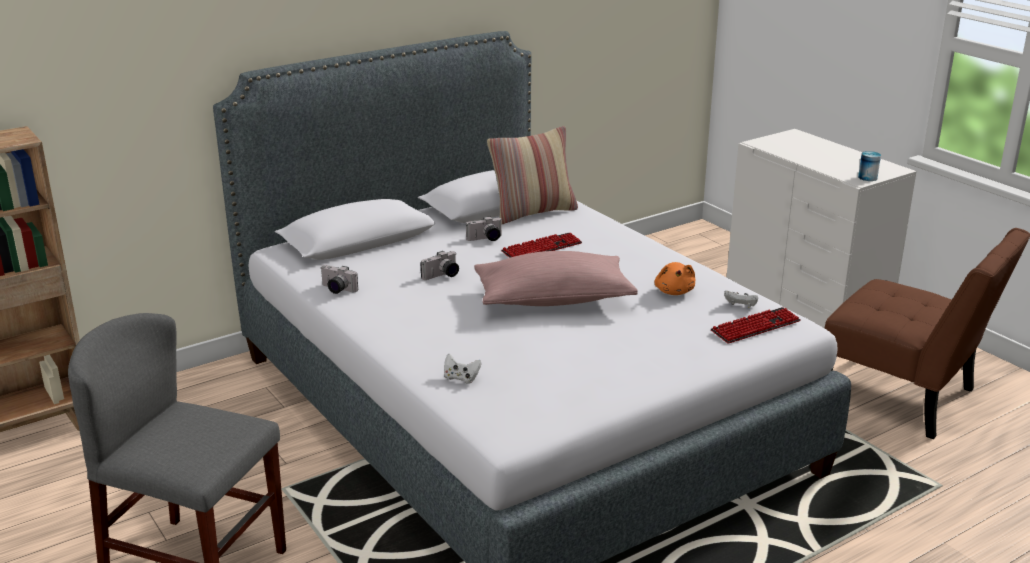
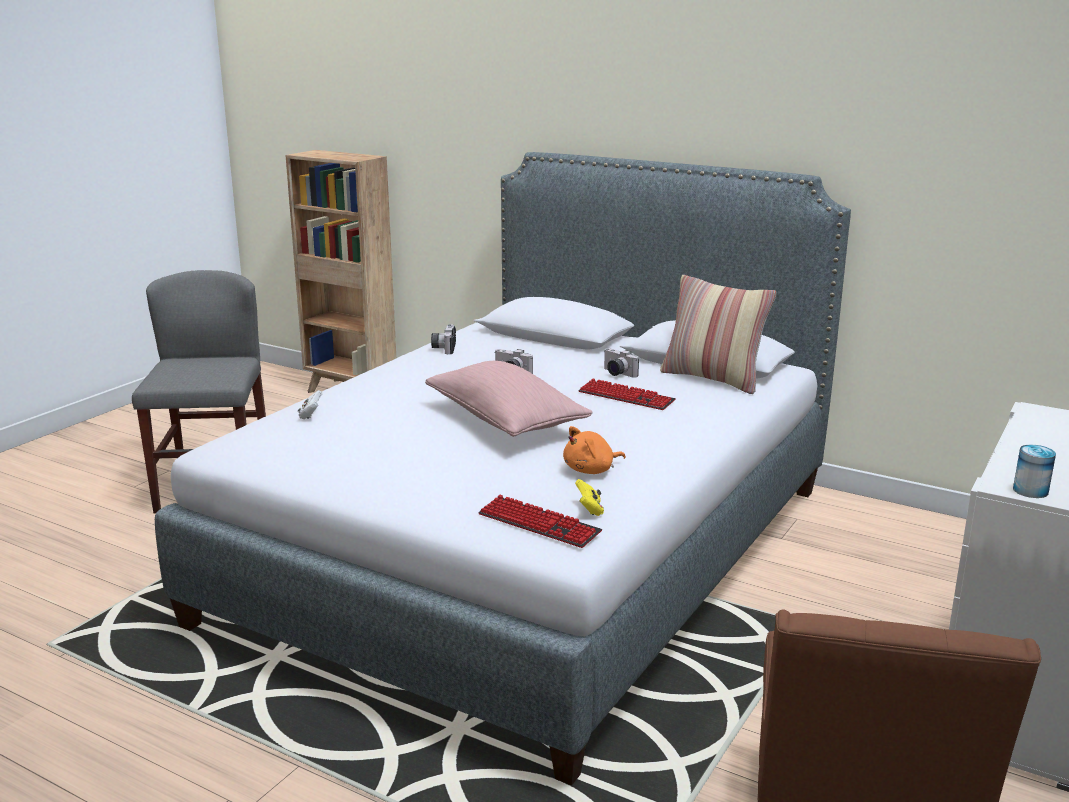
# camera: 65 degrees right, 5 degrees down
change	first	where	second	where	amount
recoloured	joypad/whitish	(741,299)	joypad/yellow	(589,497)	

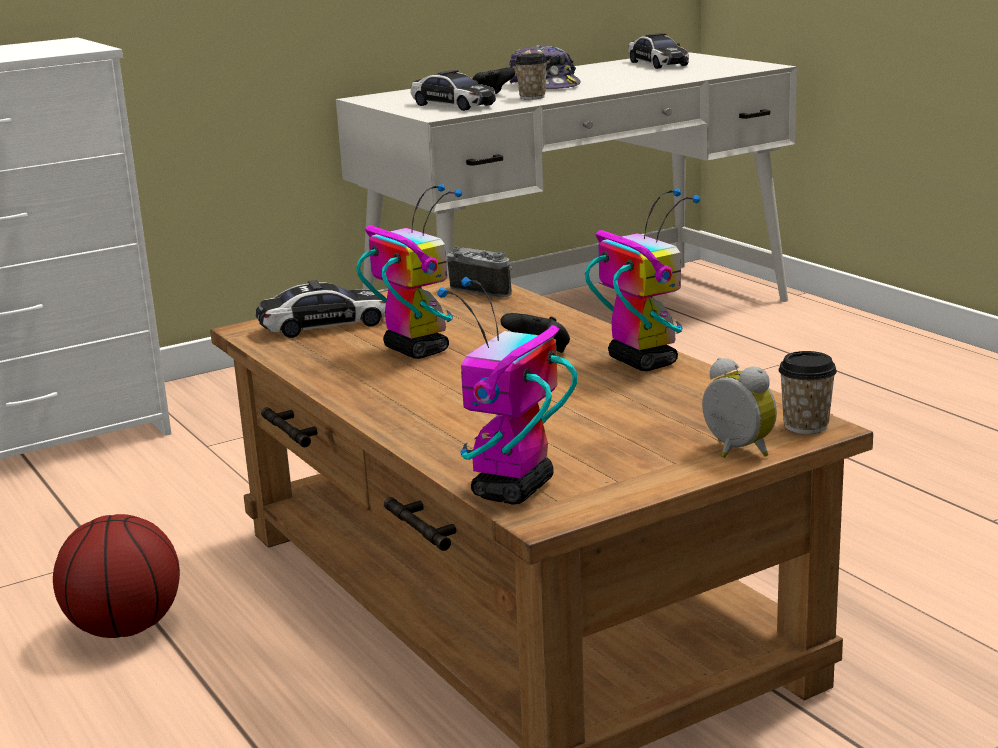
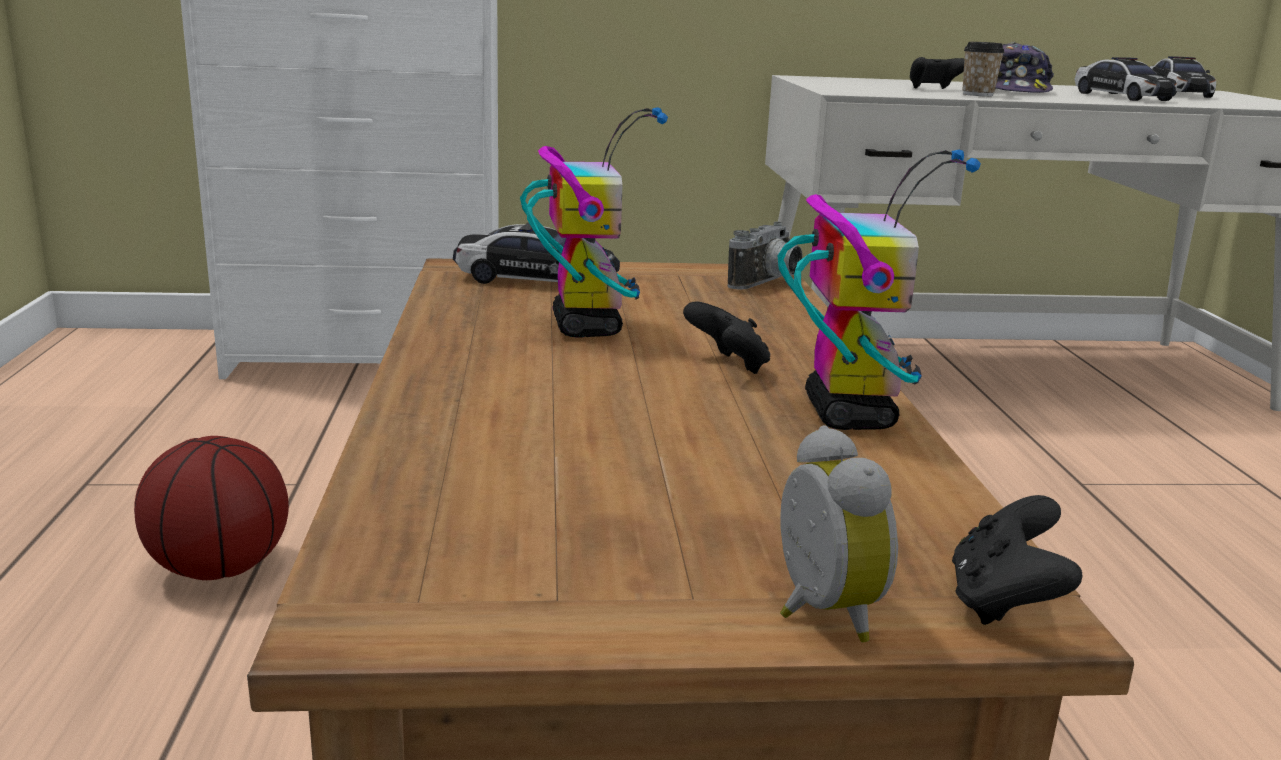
# camera: 25 degrees right, 0 degrees up
change	first	where	second	where	amount
removed	model robot	(507,391)			
moved	miniature car	(453,90)		(1125,79)	
replaced	cup	(807,392)	joypad/black	(1017,560)	
turned	photo camera	(480,272)		(765,256)	60 degrees clockwise

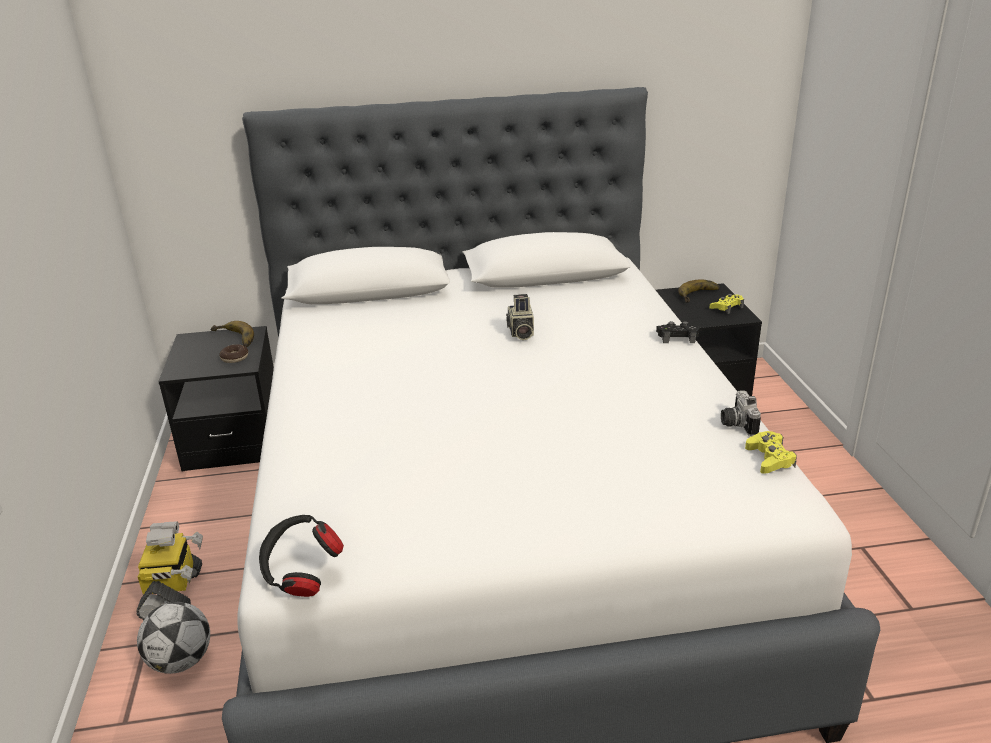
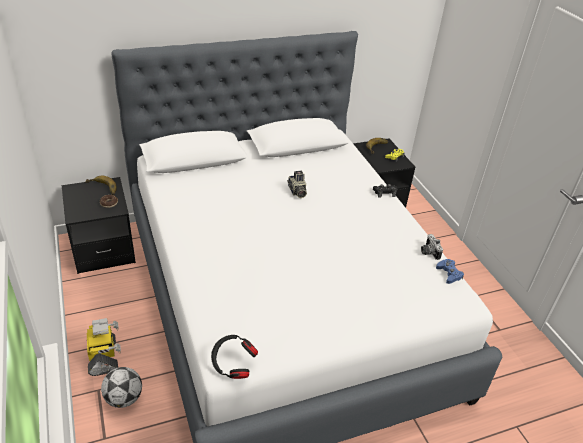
# camera: 15 degrees left, 10 degrees up
change	first	where	second	where	amount
recoloured	joypad/yellow	(771,452)	joypad/bluish	(450,271)	

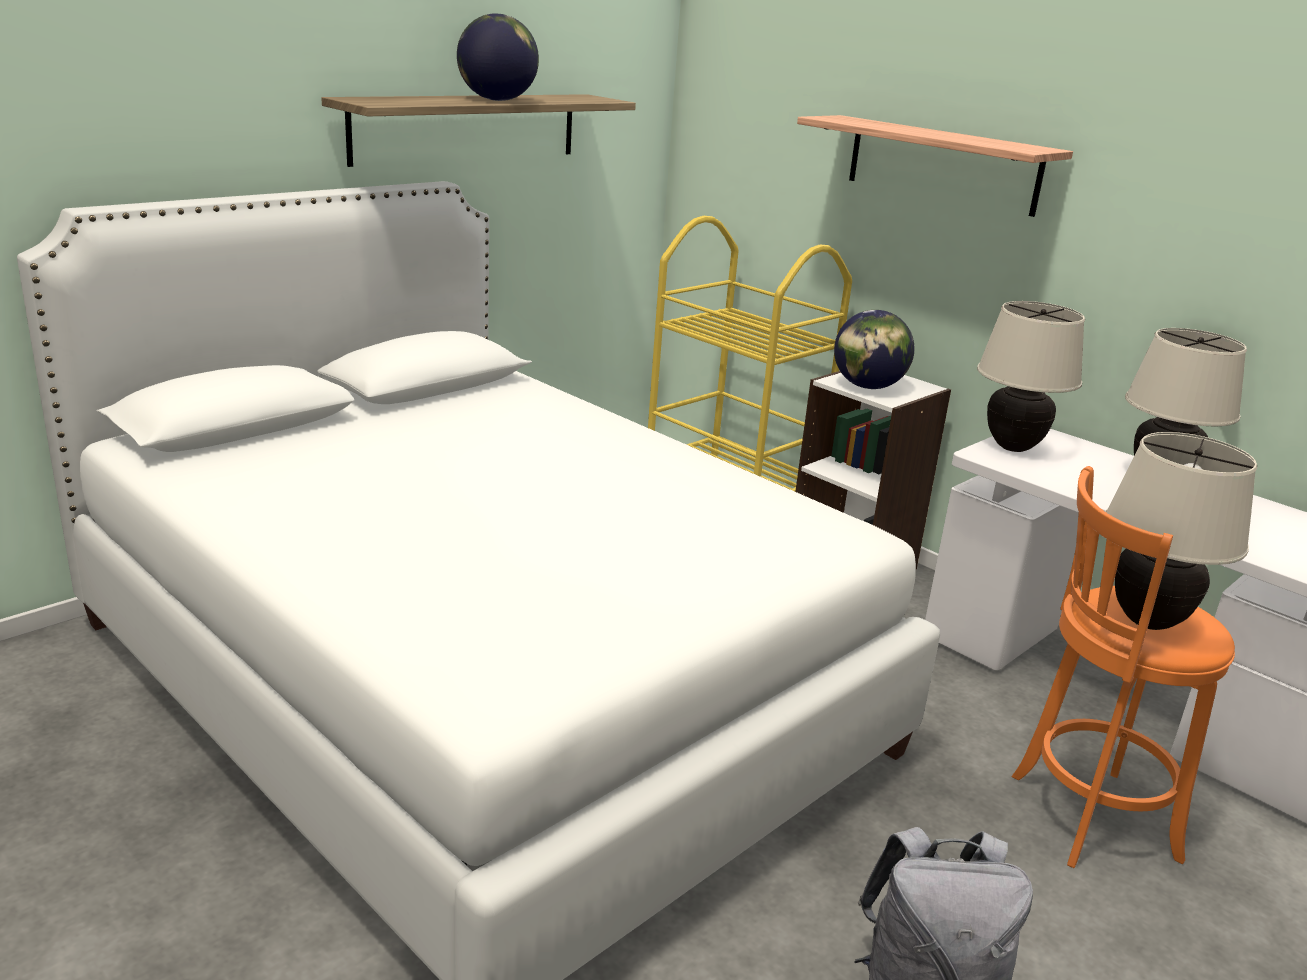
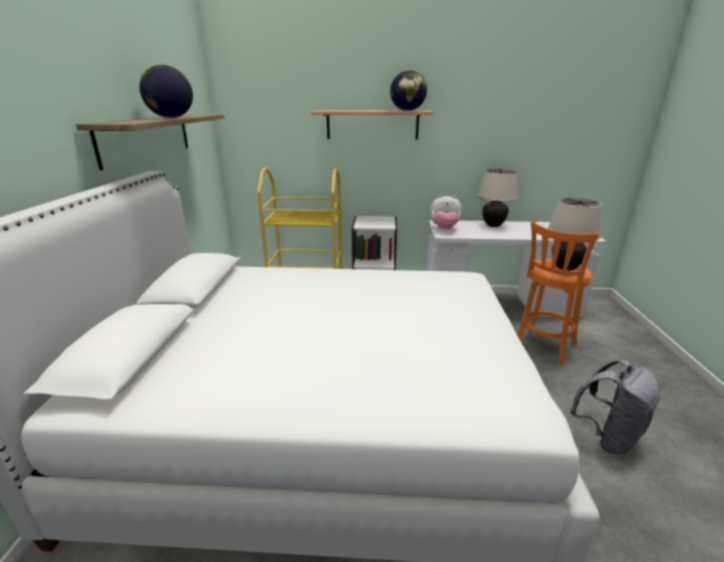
# camera: 40 degrees left, 0 degrees up
change	first	where	second	where	amount
moved	world globe	(874,349)		(408,90)	
replaced	table lamp/sand-coloured	(1031,376)	soft toy	(446,212)	

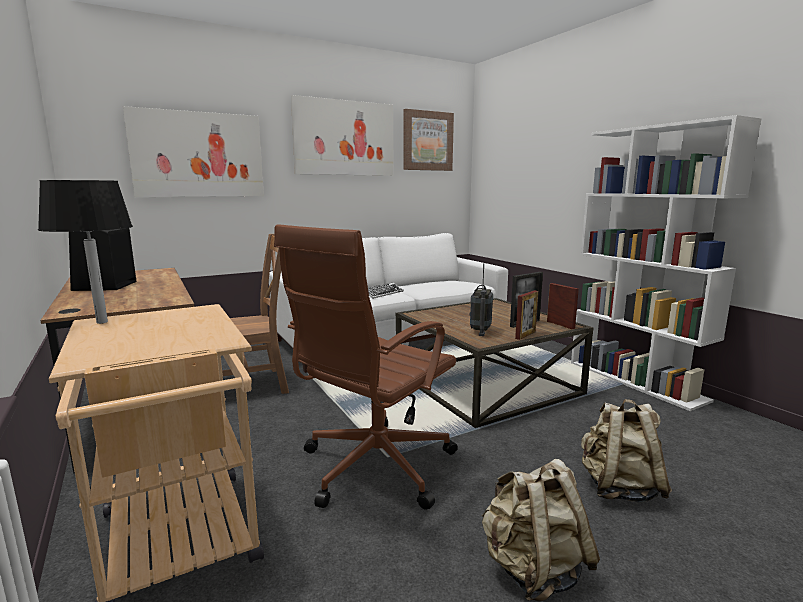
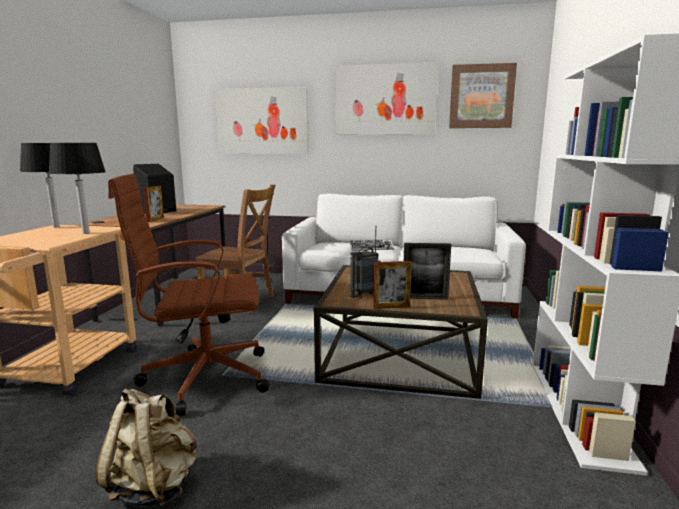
# camera: 40 degrees right, 0 degrees up
change	first	where	second	where	amount
removed	backpack/sand-coloured	(626,450)			
added			table lamp/black	(77,188)	
moved	standing frame	(563,306)		(153,204)	

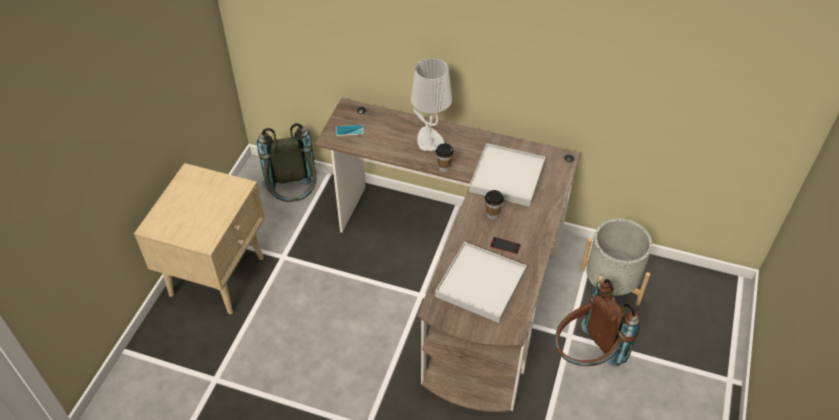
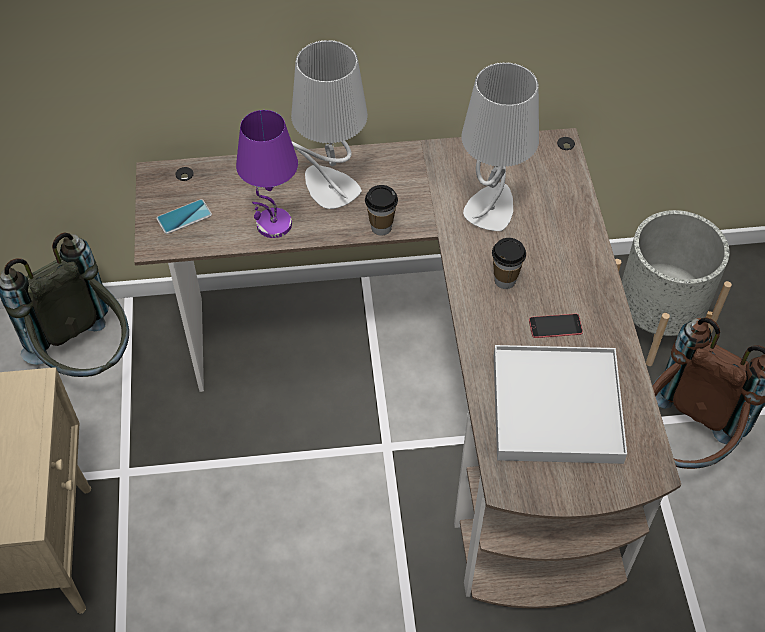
# camera: 25 degrees left, 5 degrees up
change	first	where	second	where	amount
added			table lamp/purple-coloured	(267,174)	
replaced	tray/whitish	(507,175)	table lamp/gray	(500,146)	

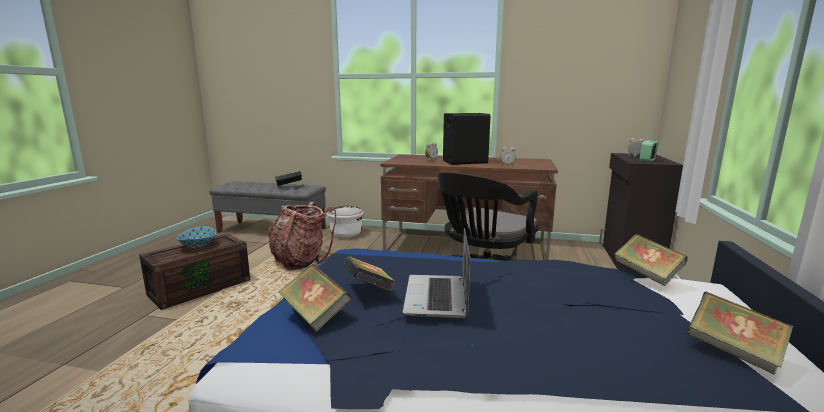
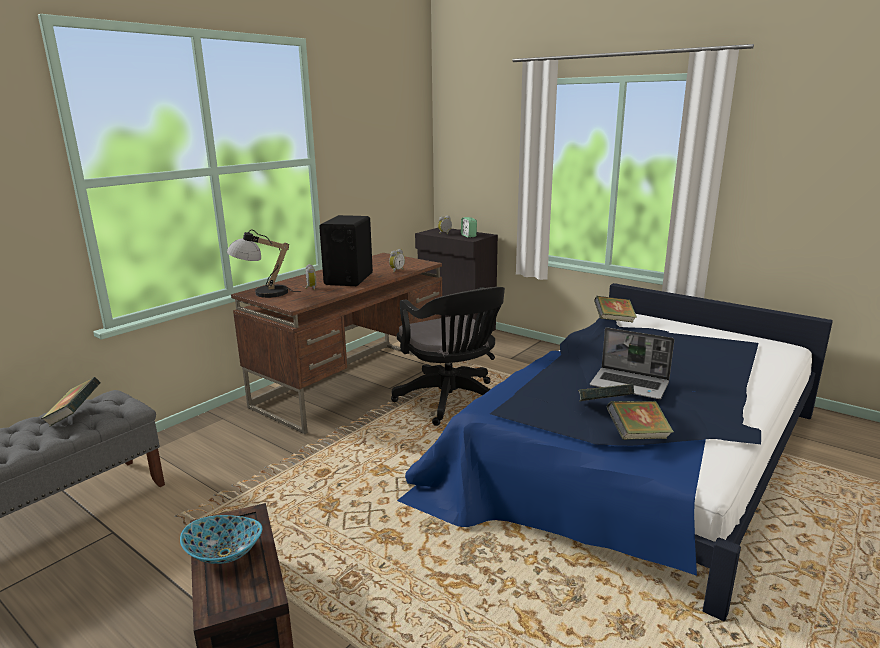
# camera: 65 degrees left, 5 degrees up
change	first	where	second	where	amount
removed	backpack	(302,236)			
removed	planter/whitish	(345,222)			
removed	bound book	(740,333)			
added			table lamp	(263,263)	

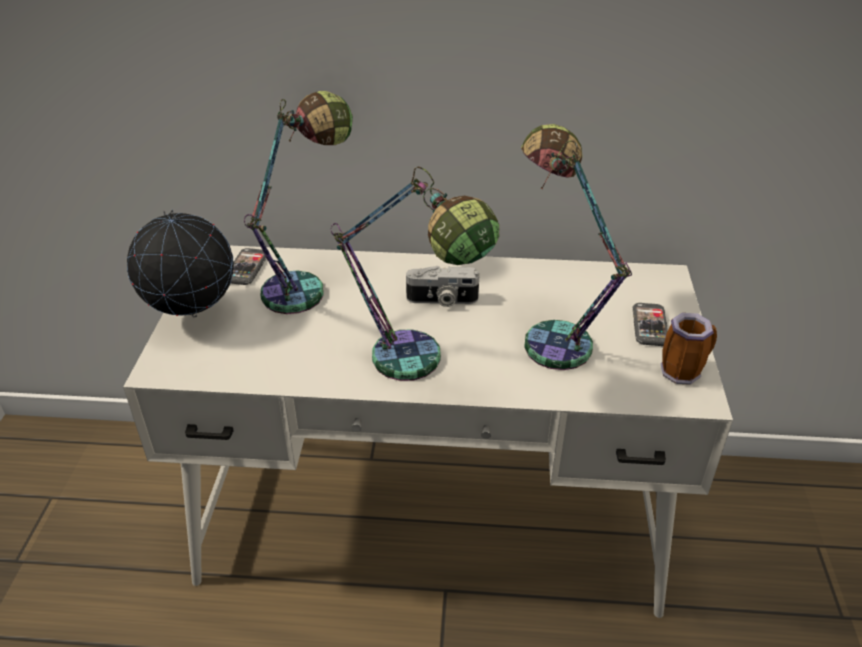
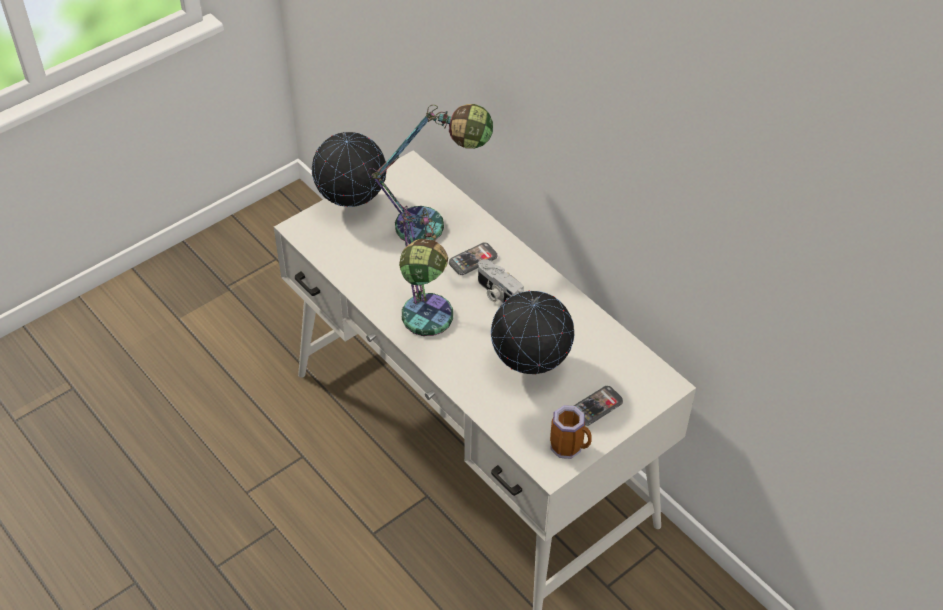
# camera: 45 degrees right, 10 degrees up
change	first	where	second	where	amount
moved	phone	(248,266)		(473,258)	
replaced	table lamp	(576,247)	world globe	(532,332)	

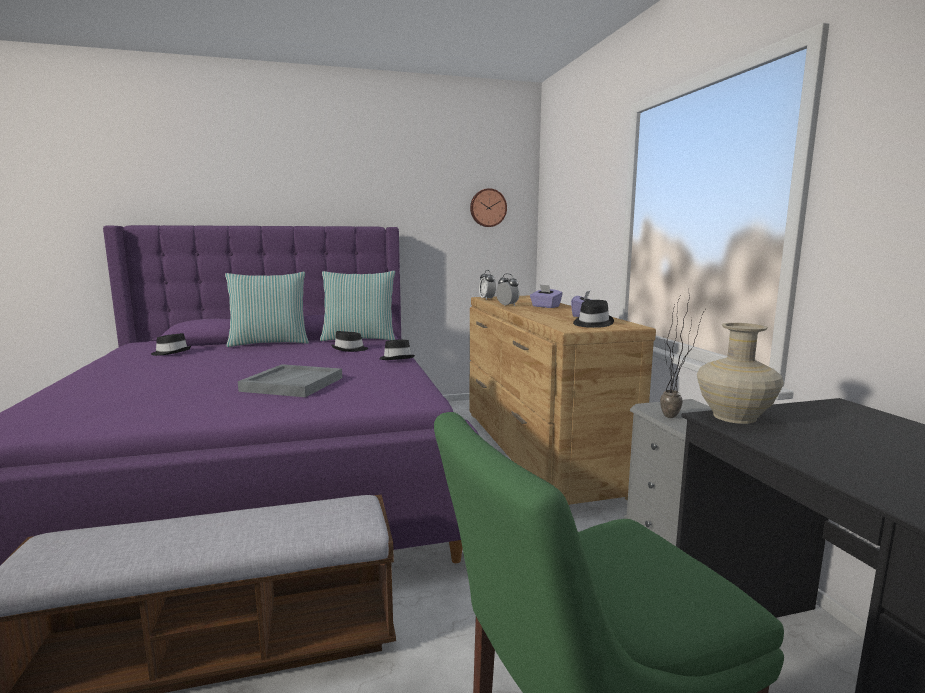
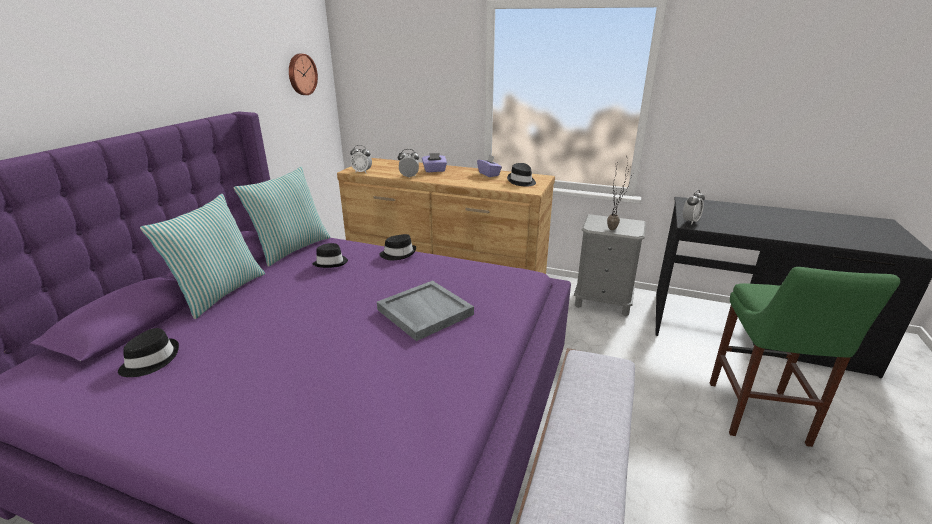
# camera: 55 degrees left, 15 degrees up
change	first	where	second	where	amount
replaced	decorative vase/sand-coloured	(740,373)	table clock	(694,207)	

